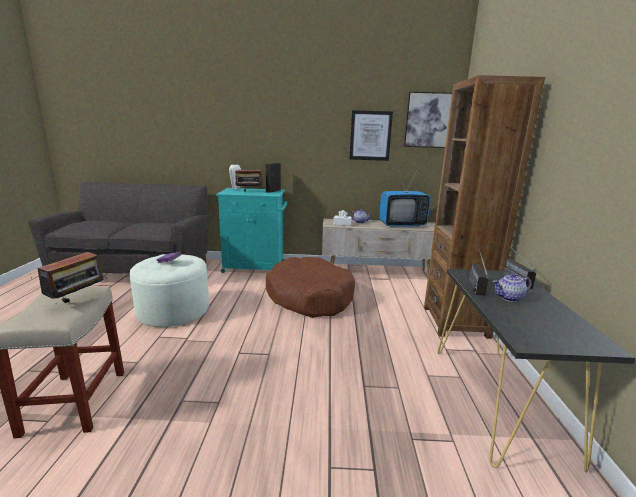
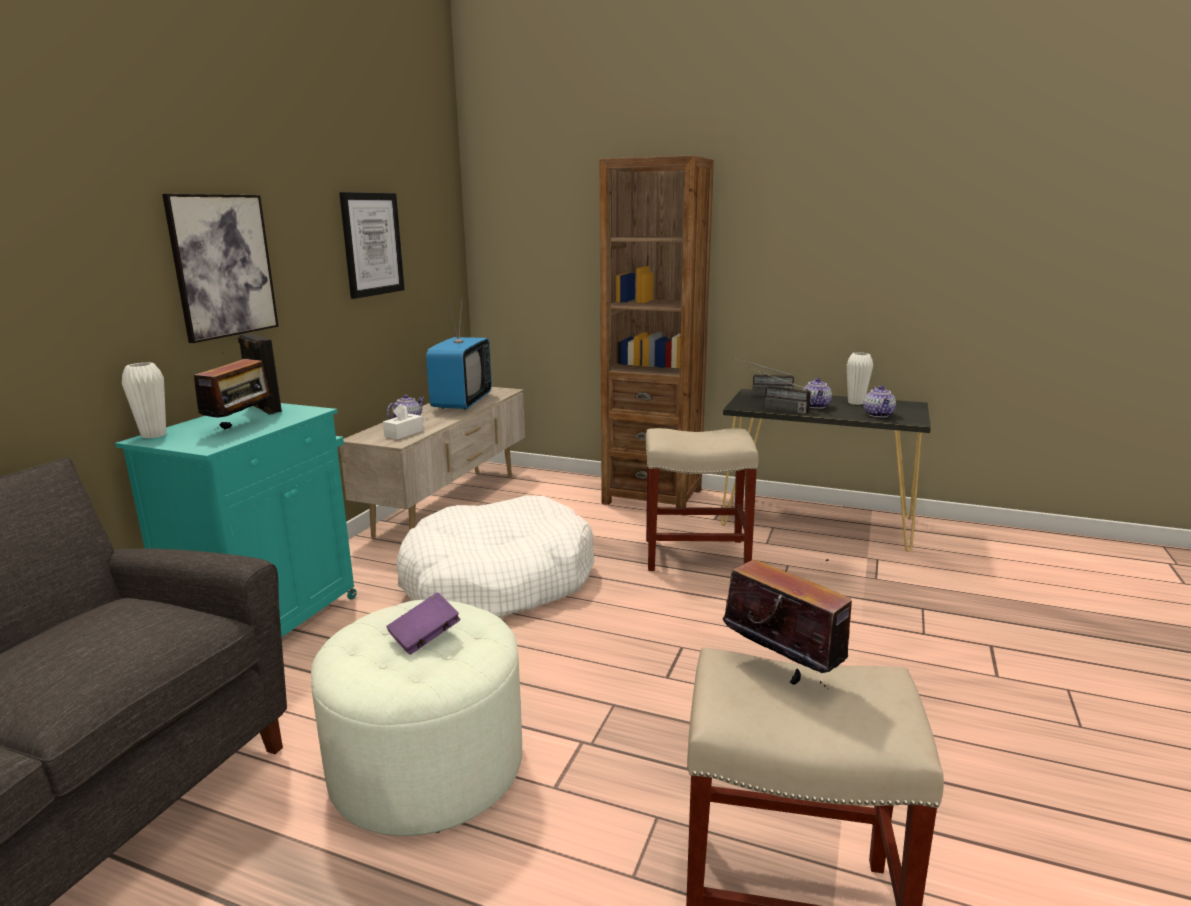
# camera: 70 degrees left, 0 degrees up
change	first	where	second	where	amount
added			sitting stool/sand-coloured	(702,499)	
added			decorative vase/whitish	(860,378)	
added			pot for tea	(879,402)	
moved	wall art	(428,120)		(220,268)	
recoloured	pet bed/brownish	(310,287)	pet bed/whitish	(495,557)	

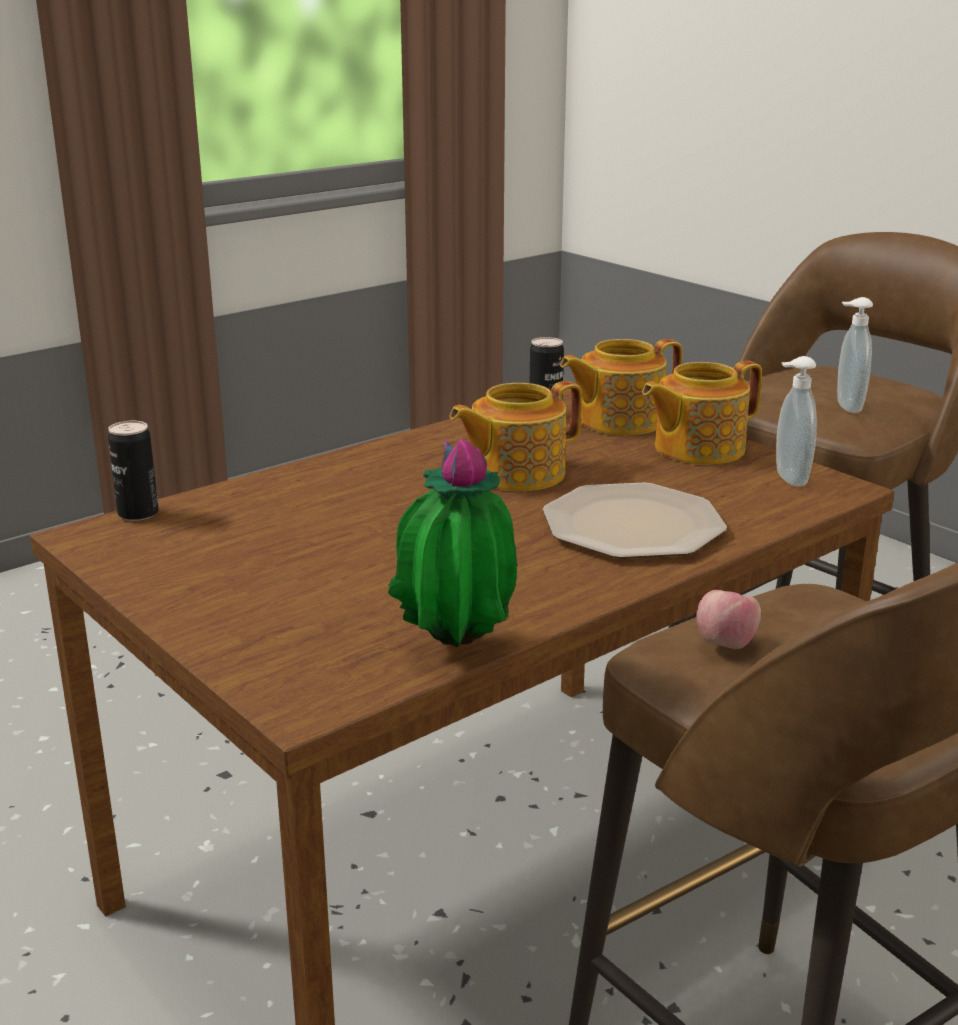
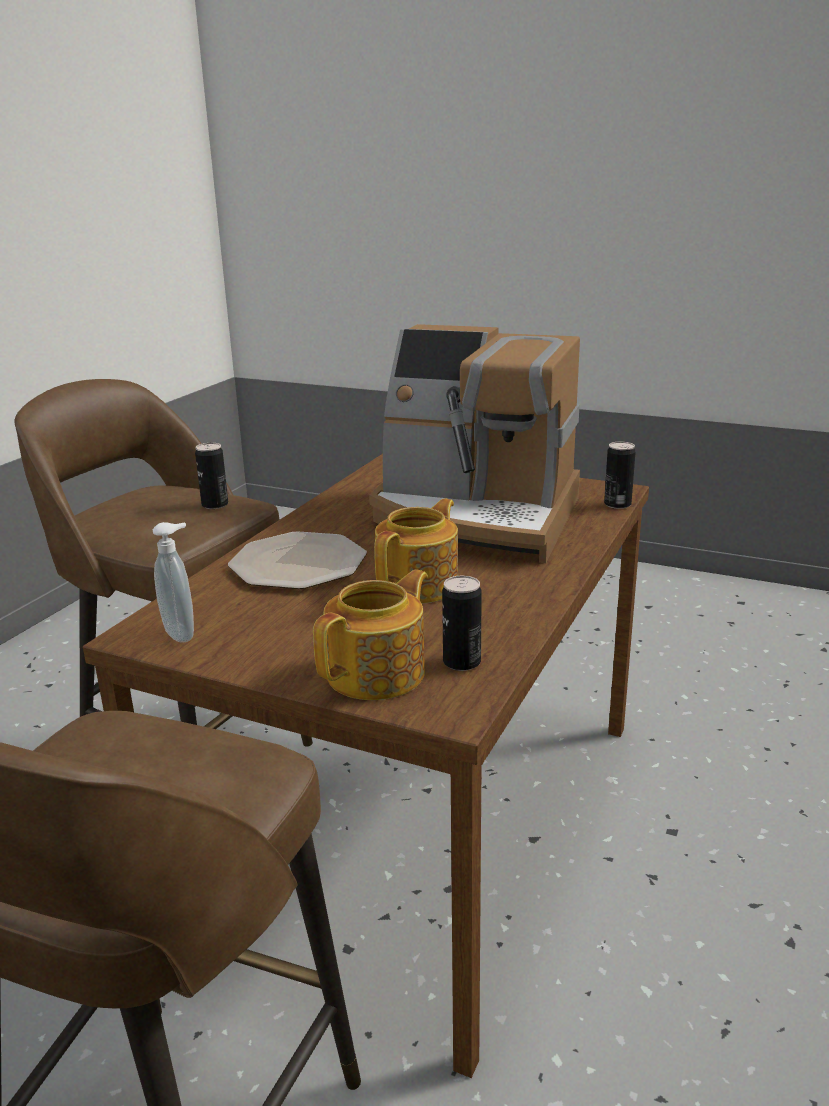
# camera: 155 degrees right, 0 degrees up
change	first	where	second	where	amount
removed	potted plant	(452,543)			
removed	pot for tea	(702,413)			
removed	liquid soap bottle	(855,355)			
added			coffee brewer	(474,443)	
replaced	apple fruit	(728,619)	sealed can	(211,476)	

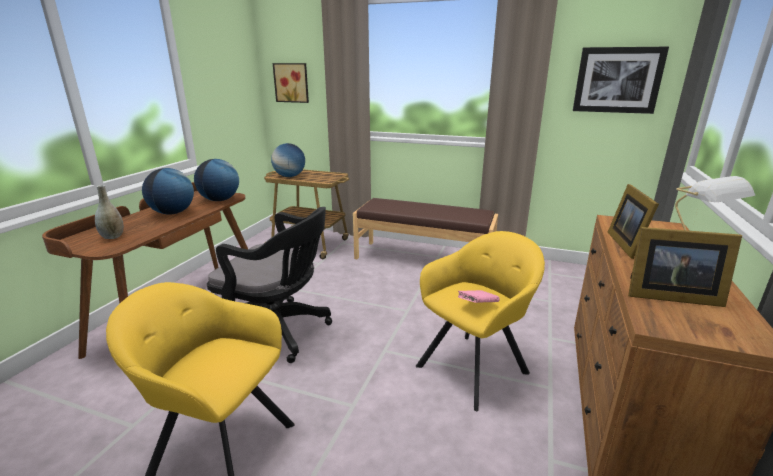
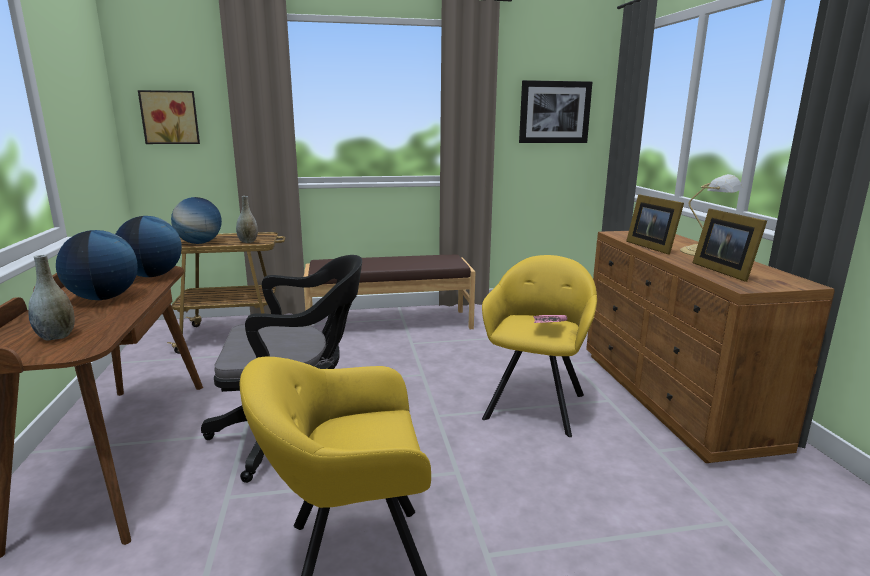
# camera: 30 degrees left, 5 degrees down
change	first	where	second	where	amount
added			decorative vase/gray	(247,219)	
turned	standing frame	(685,267)		(729,245)	90 degrees clockwise

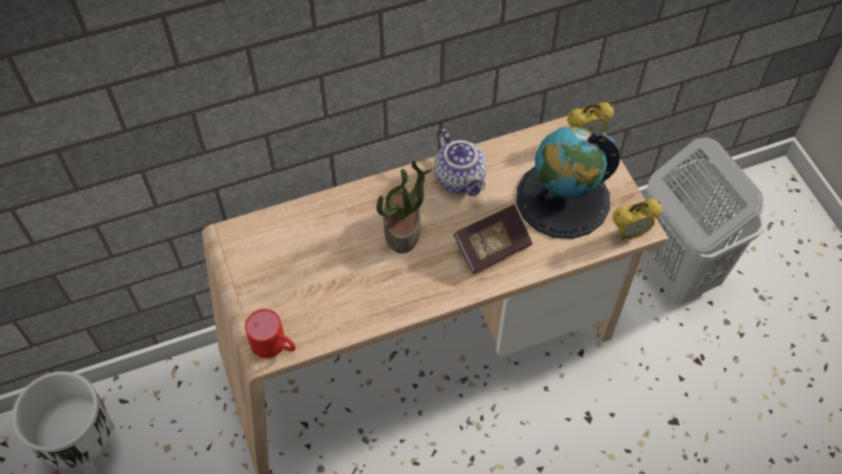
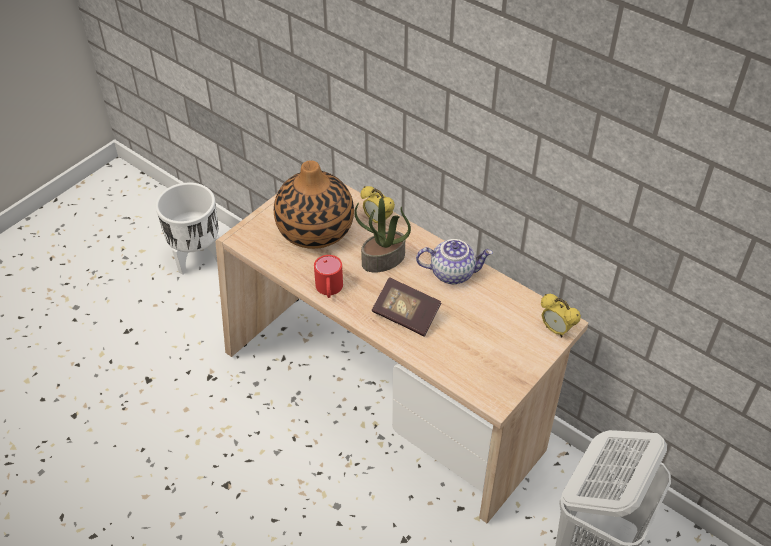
# camera: 60 degrees right, 10 degrees down
change	first	where	second	where	amount
removed	world globe	(568,183)			
added			decorative vase	(314,204)	
moved	coffee mug/red-coloured	(270,333)		(328,276)	
moved	table clock	(637,219)		(377,204)	
turned	pot for tea	(460,162)		(454,261)	120 degrees counterclockwise

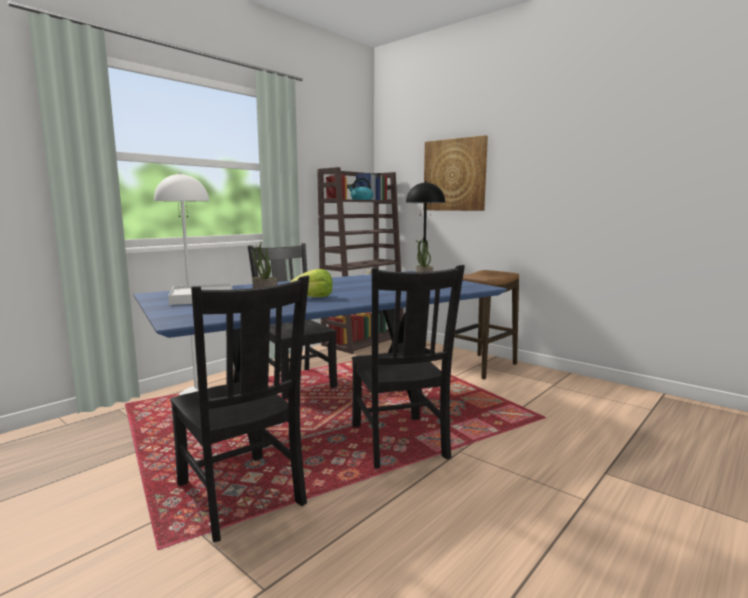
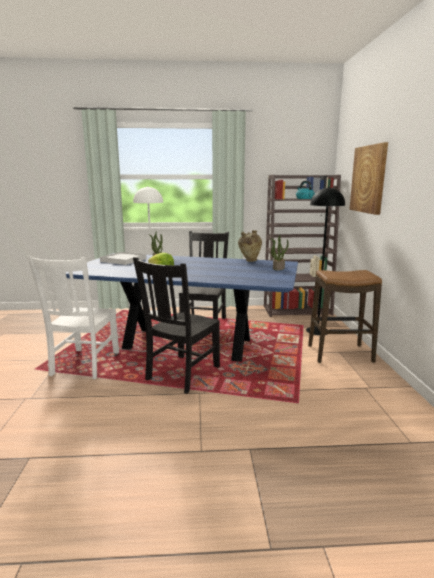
# camera: 45 degrees right, 5 degrees up
change	first	where	second	where	amount
added			decorative vase/sand-coloured	(250,246)	
recoloured	chair/black	(239,409)	chair/whitish	(73,317)	

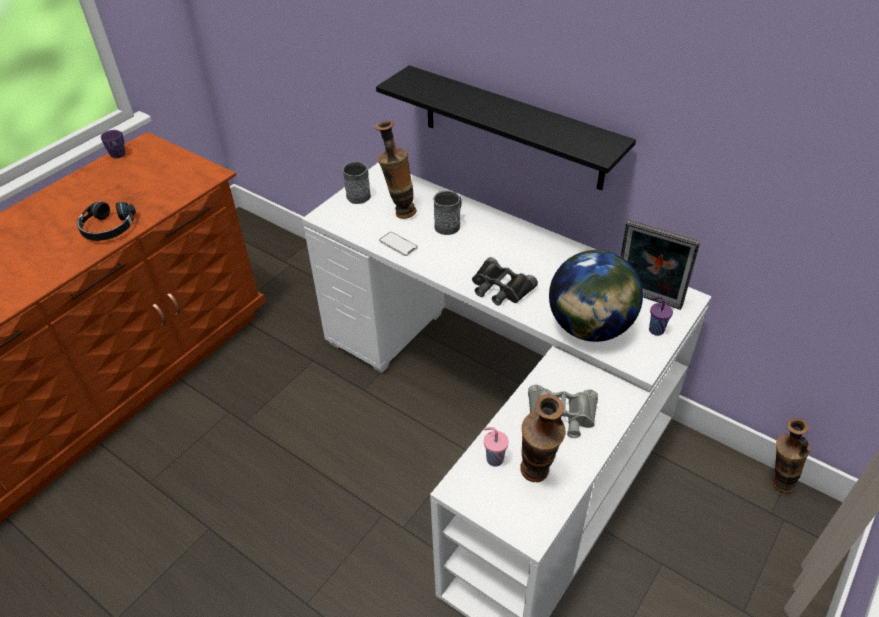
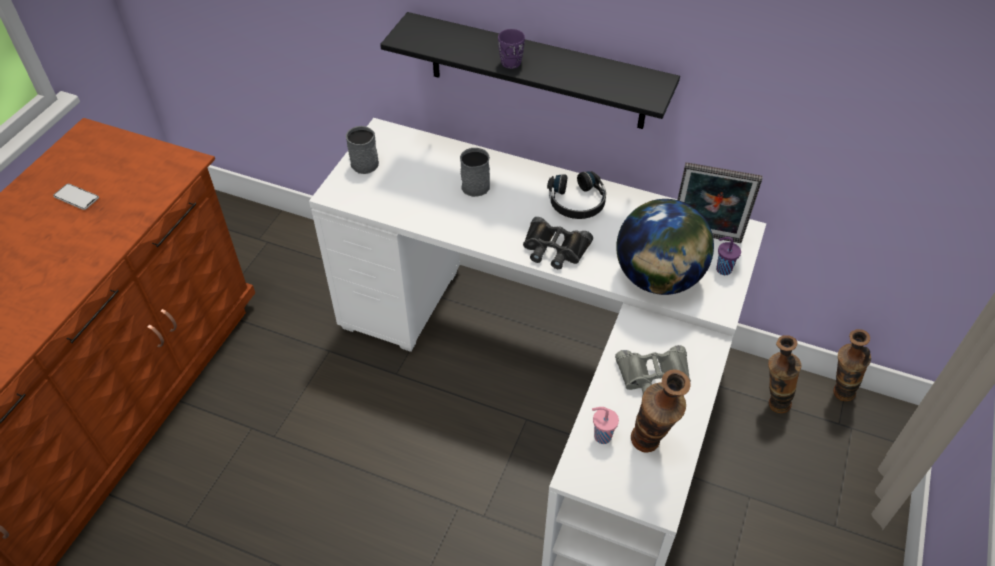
# camera: 15 degrees left, 5 degrees up
change	first	where	second	where	amount
moved	headset/black	(106,221)		(576,195)	
moved	coffee mug/purple-coloured	(113,144)		(511,49)	
moved	decorative vase	(395,170)		(784,374)	
moved	phone	(398,244)		(76,197)	

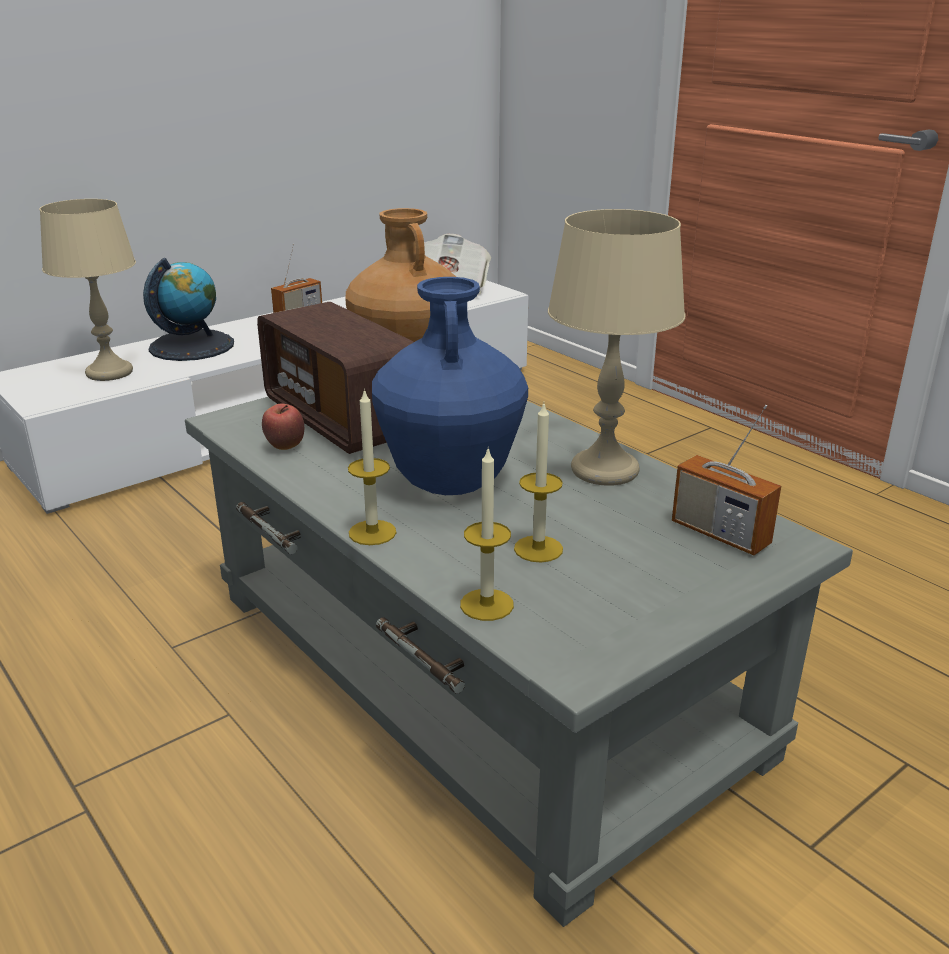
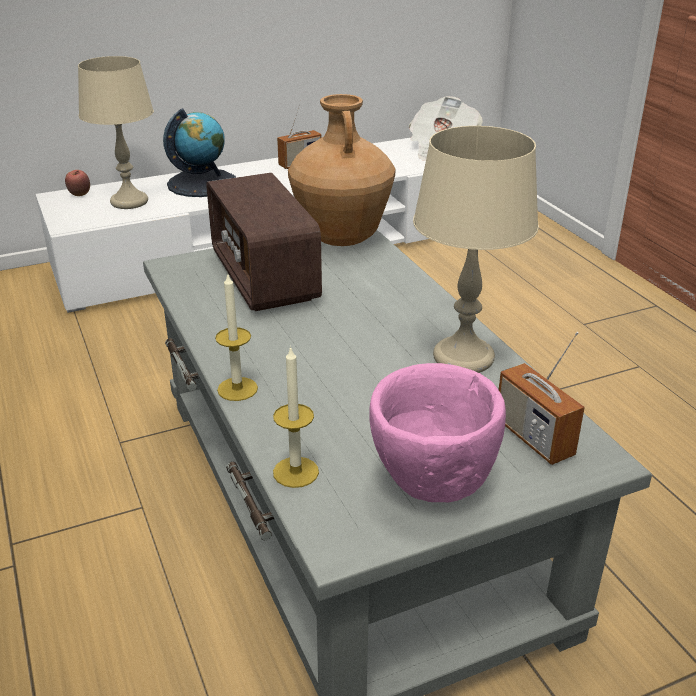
# camera: 15 degrees right, 5 degrees up
change	first	where	second	where	amount
removed	decorative vase/bluish	(450,386)			
removed	candle	(538,482)			
added			deep dish/pink	(437,432)	
moved	apple fruit	(283,427)		(77,183)	

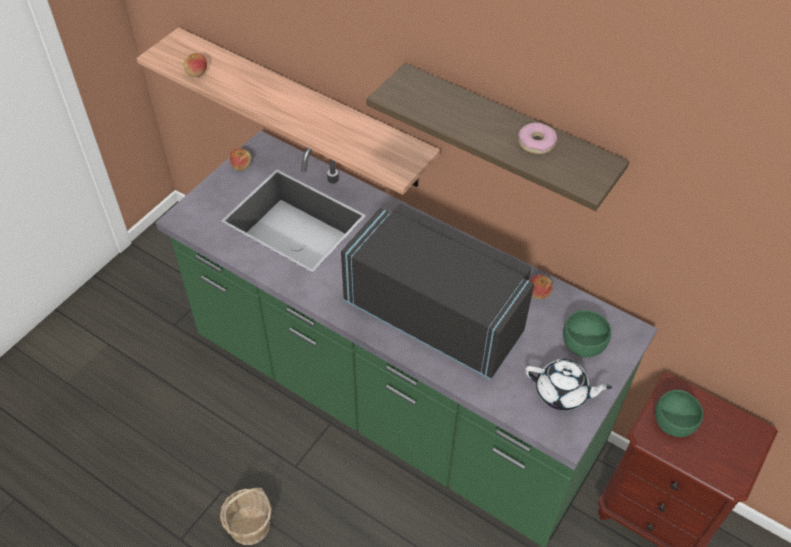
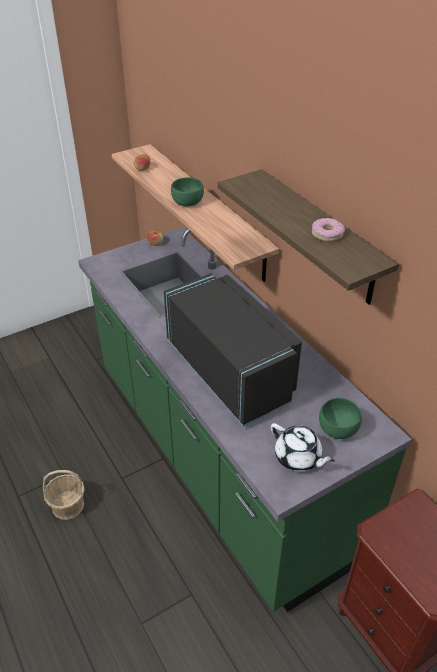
# camera: 25 degrees right, 10 degrees down
change	first	where	second	where	amount
removed	apple fruit	(541,286)			
moved	deep dish/green	(679,413)		(187,192)	

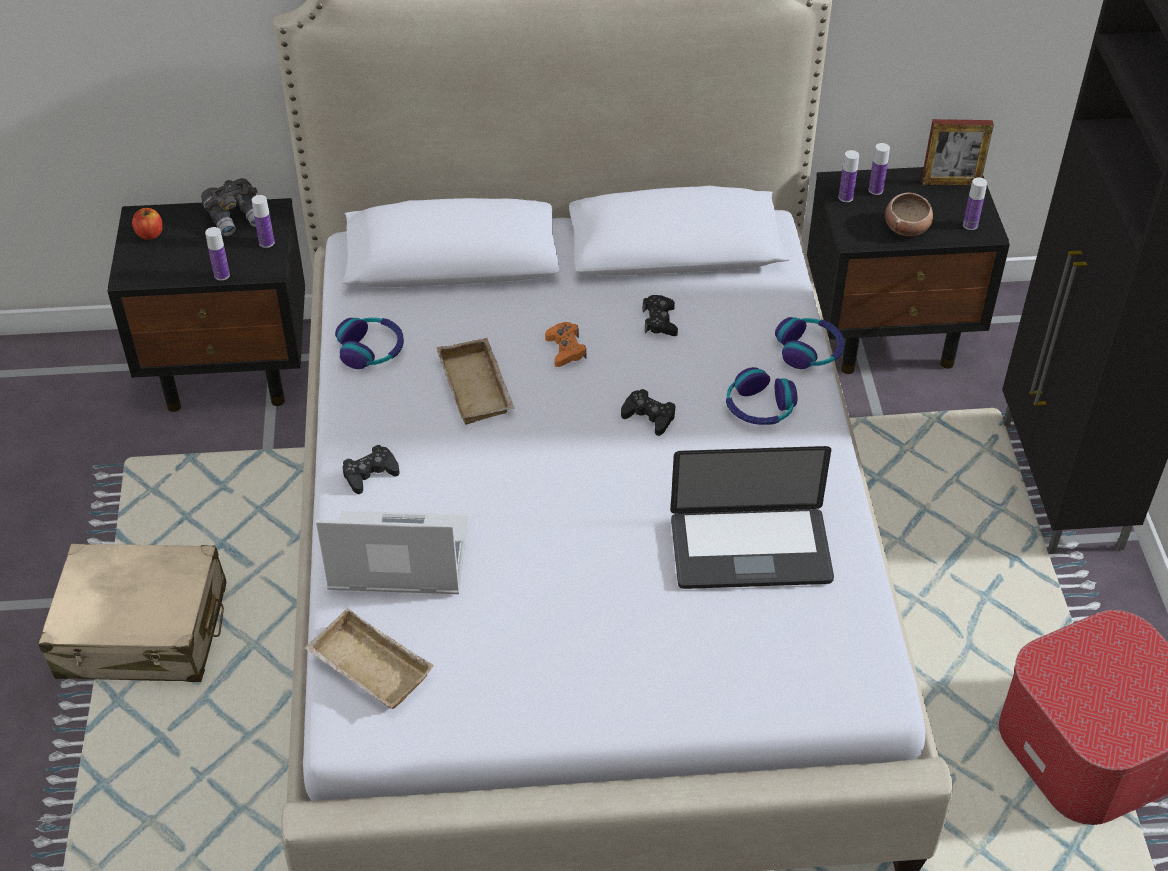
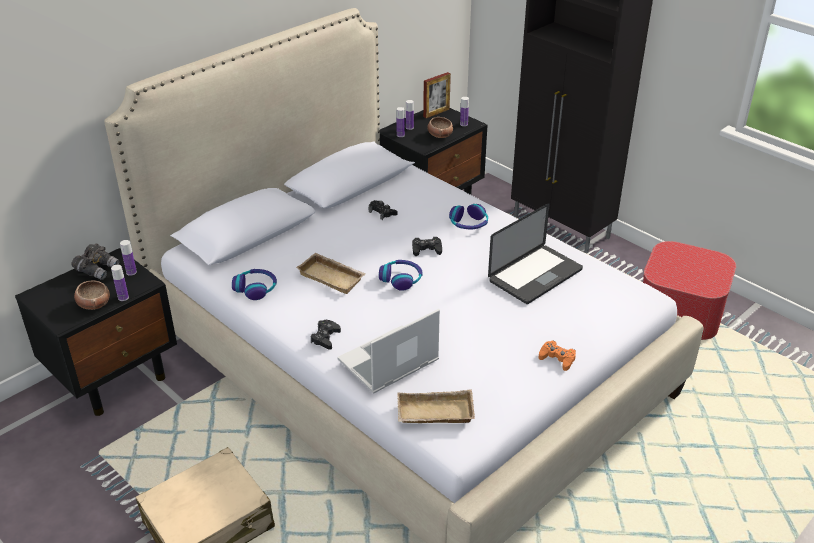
# camera: 40 degrees left, 10 degrees down
change	first	where	second	where	amount
removed	apple fruit	(147,224)			
added			deep dish	(92,295)	
moved	joypad/orangey	(566,344)		(557,355)	
moved	headset	(809,343)		(400,275)	

